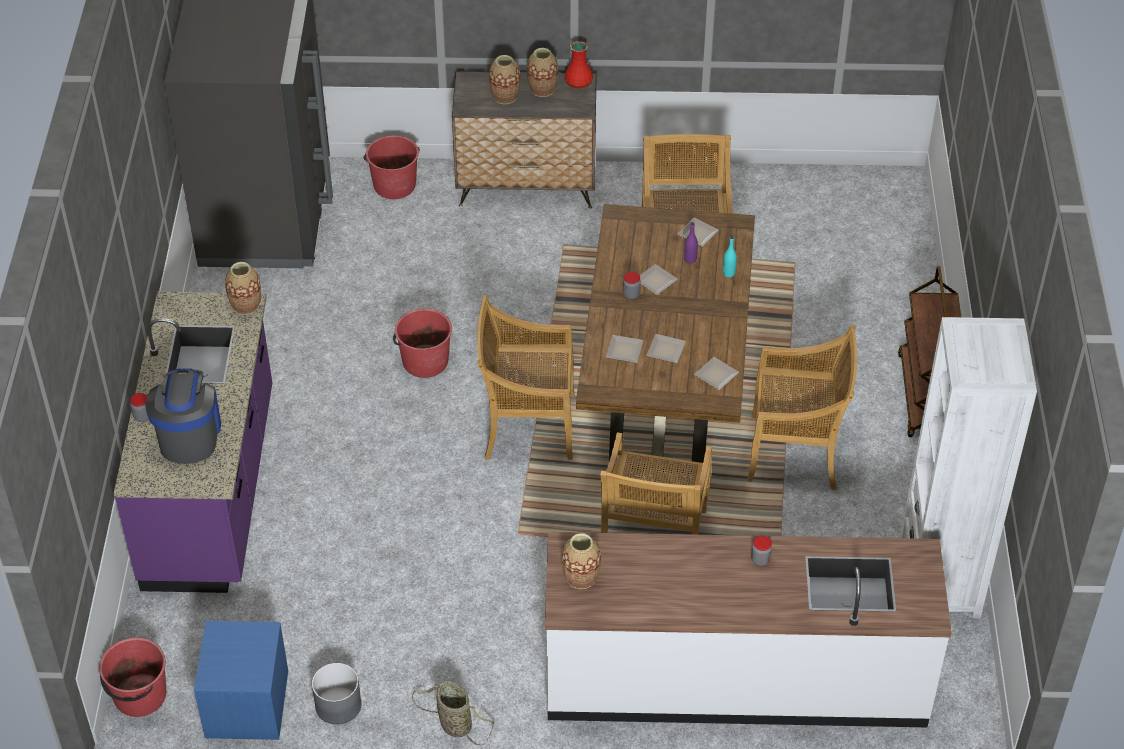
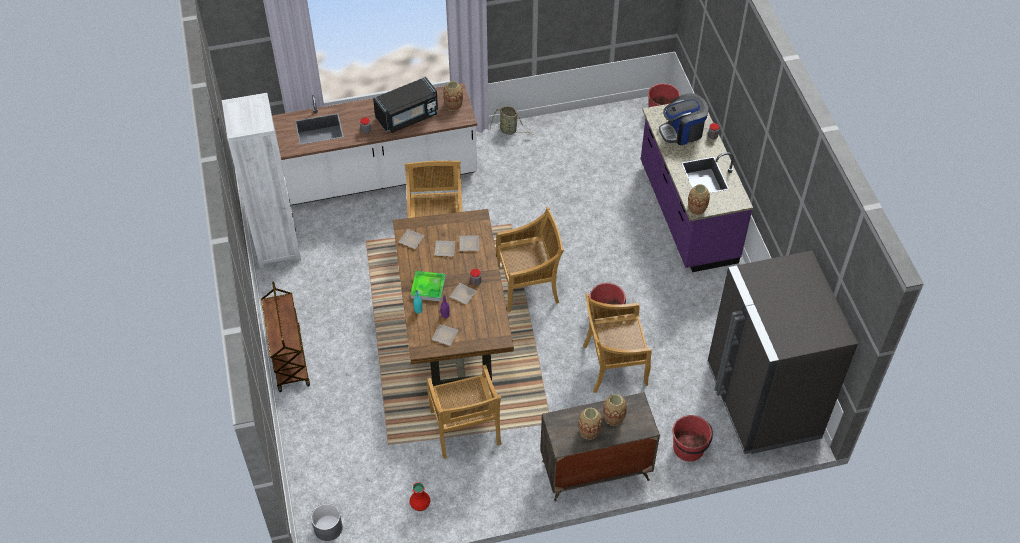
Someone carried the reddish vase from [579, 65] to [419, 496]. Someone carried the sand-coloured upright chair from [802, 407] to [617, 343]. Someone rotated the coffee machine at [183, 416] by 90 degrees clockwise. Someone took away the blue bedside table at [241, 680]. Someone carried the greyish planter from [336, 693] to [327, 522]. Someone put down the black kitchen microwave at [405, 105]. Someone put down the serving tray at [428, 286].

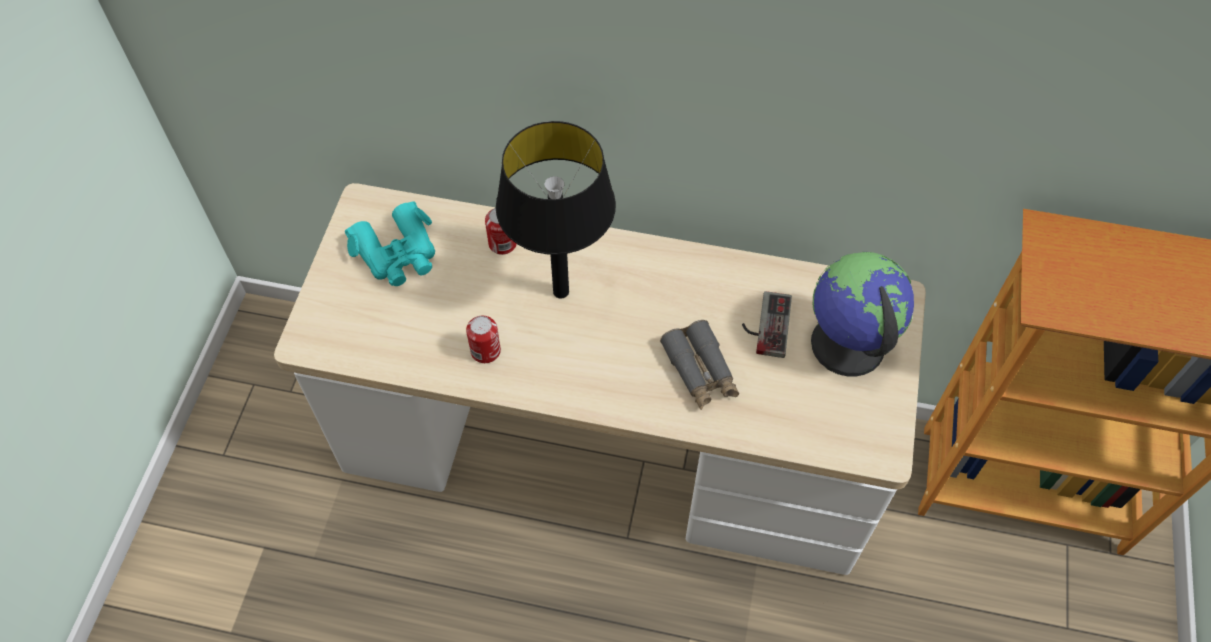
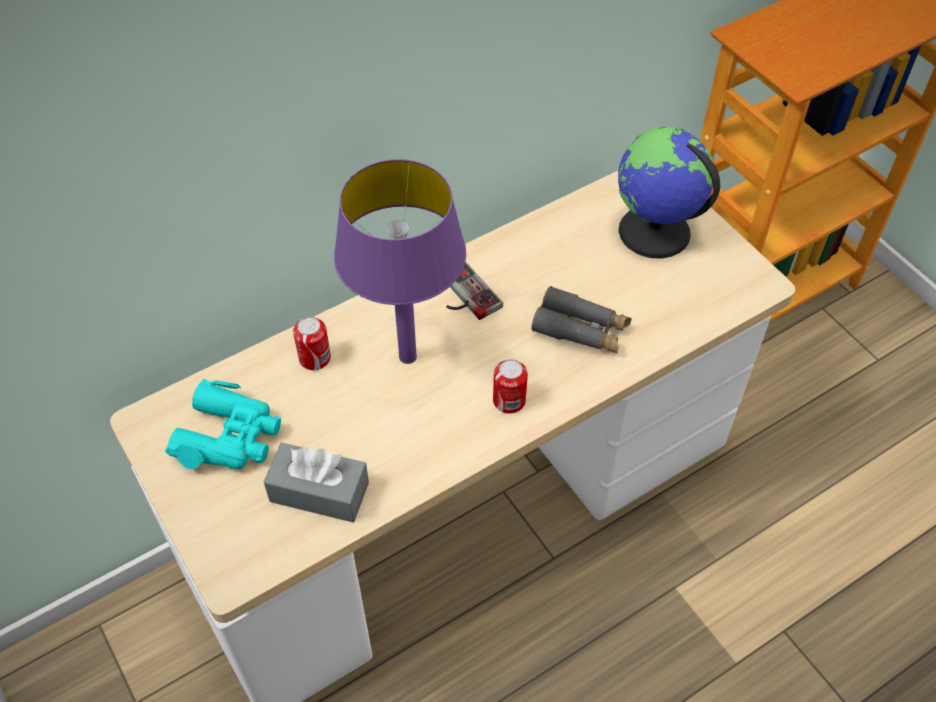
Someone repainted the black tabletop lamp at [556, 209], which became the purple-coloured tabletop lamp at [400, 261]. Someone carried the joypad from [767, 324] to [474, 290]. Someone carried the metal can from [483, 339] to [510, 386]. Someone put down the greyish box of tissues at [316, 482].

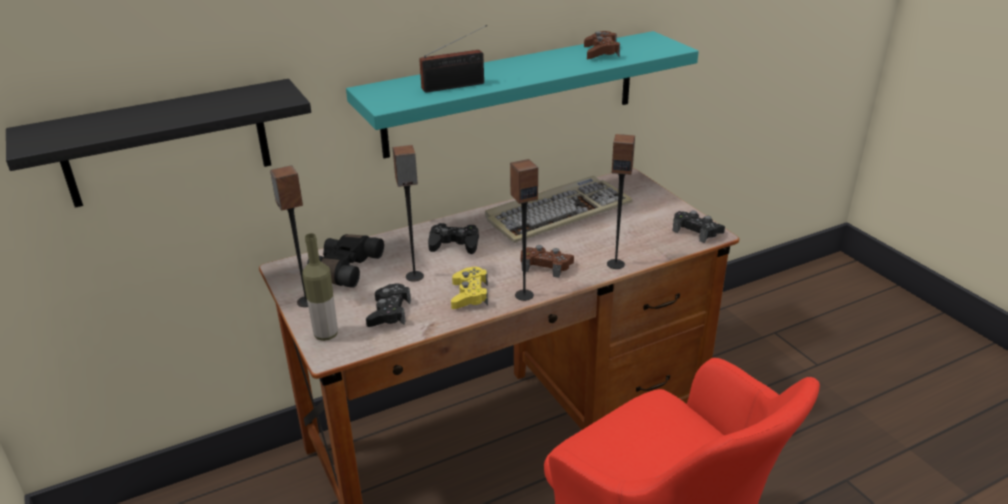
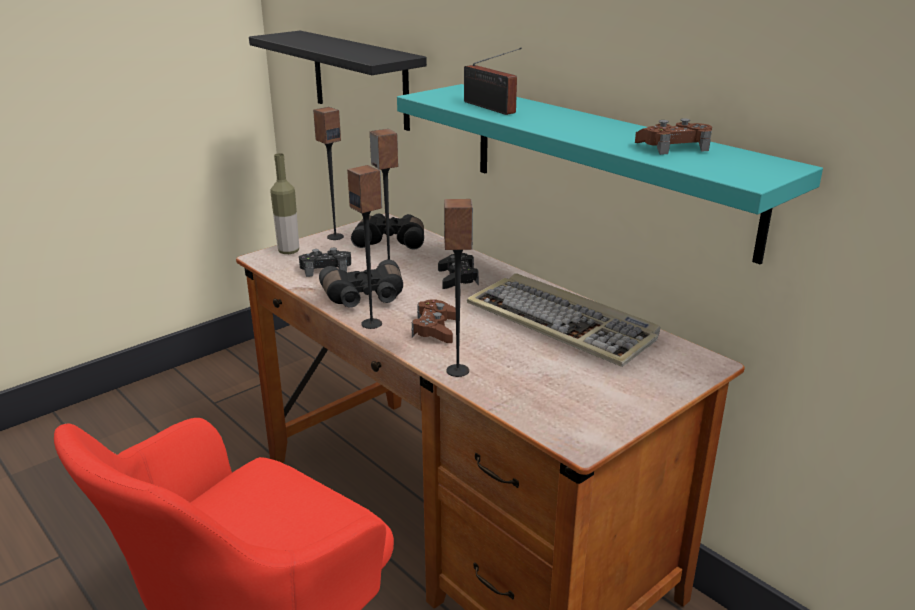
Someone took away the black joypad at [699, 227]. Someone swapped the yellow joypad at [469, 288] for the black binoculars at [361, 284].

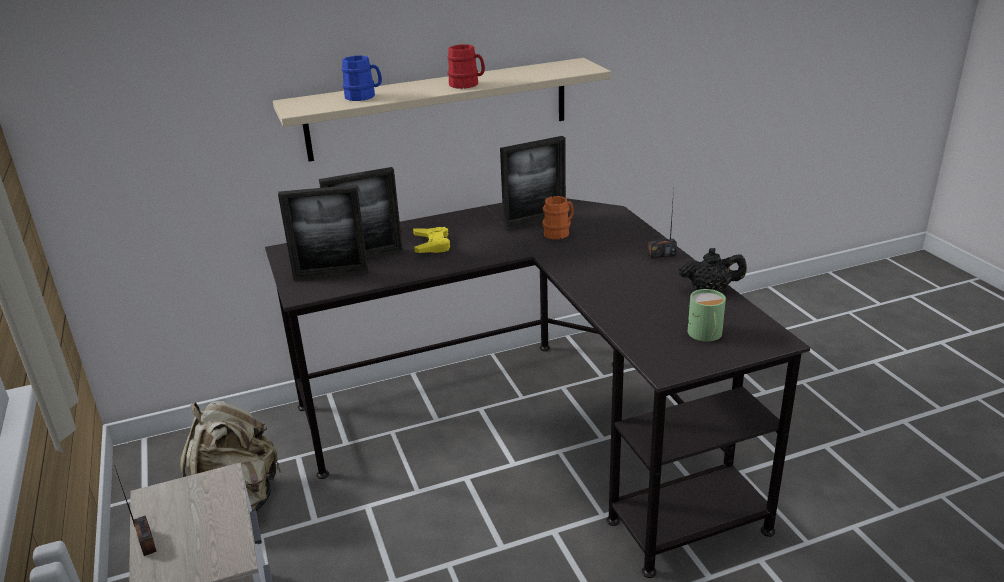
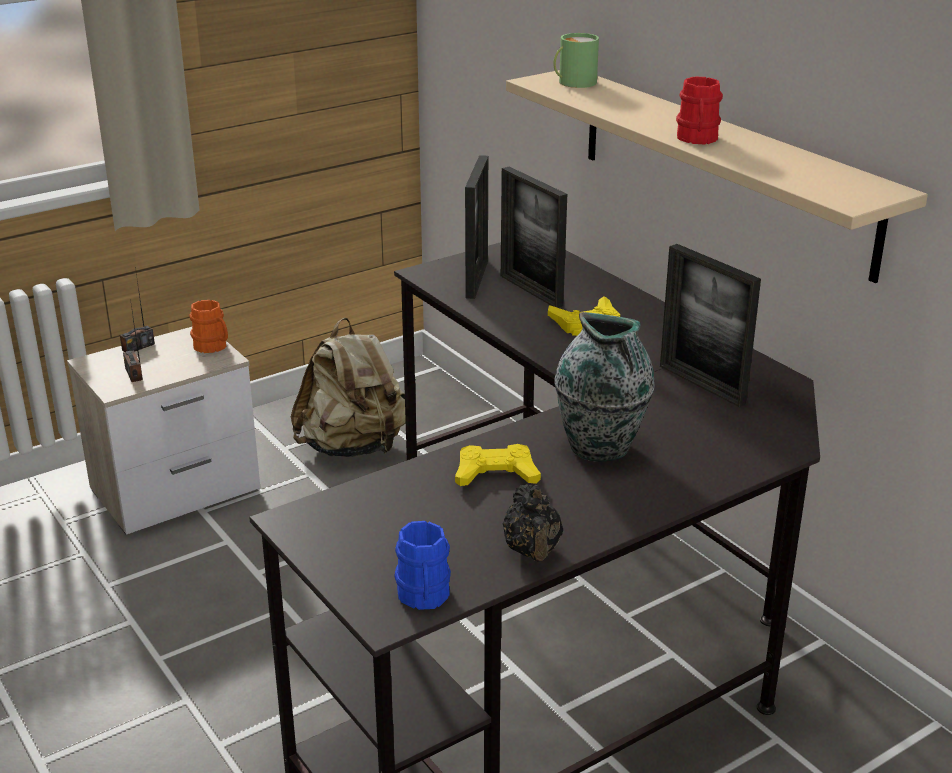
Someone carried the blue tea mug from [362, 78] to [422, 565]. Someone rotated the photo frame at [323, 233] by 150 degrees counterclockwise. Someone carried the radio receiver from [662, 224] to [133, 340]. Someone carried the orange-coloured tea mug from [558, 217] to [208, 326]. Someone carried the greenish tea mug from [707, 315] to [576, 60]. Someone put down the vase at [604, 387]. Someone put down the yellow joypad at [498, 465].

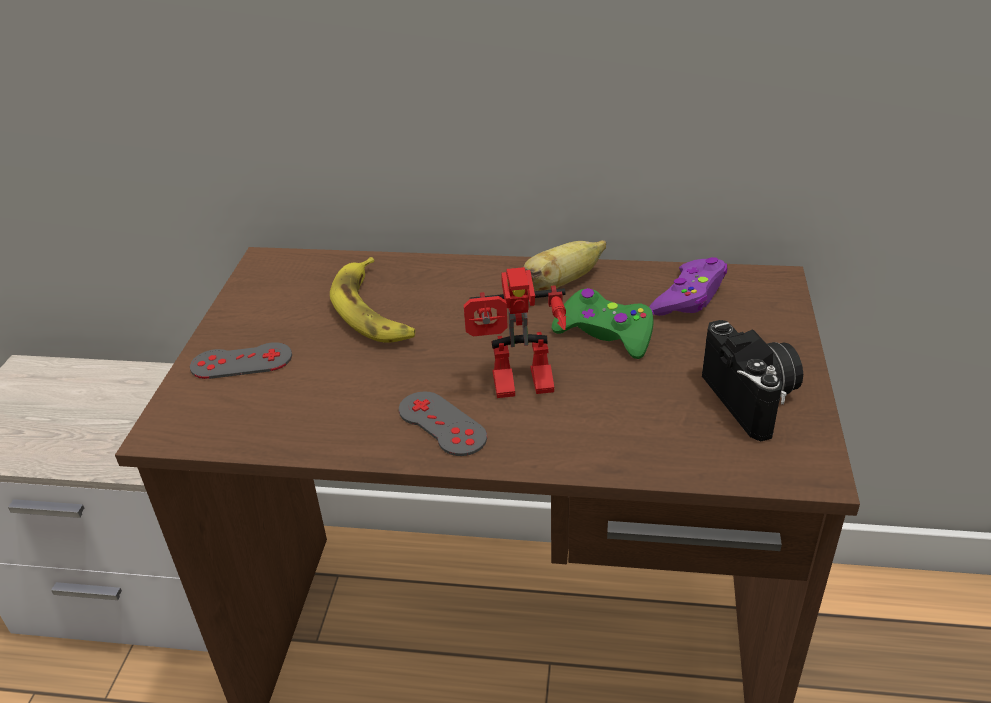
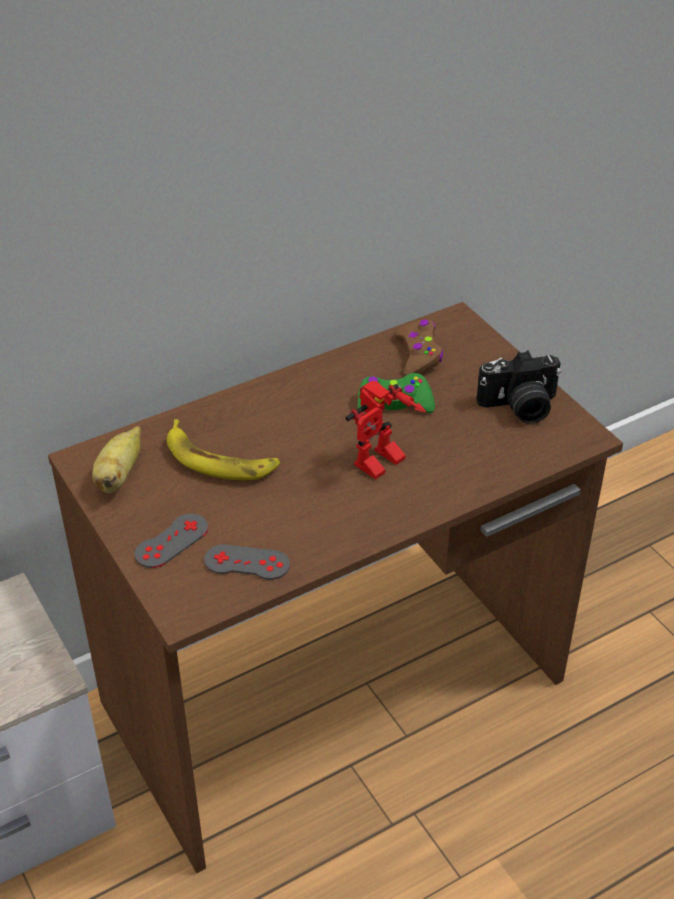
Someone carried the whole banana from [564, 265] to [116, 459]. Someone repainted the purple-coloured joypad at [688, 286], which became the brown-coloured joypad at [418, 347]. Someone rotated the photo camera at [752, 380] by 135 degrees clockwise. Someone carried the greyish joypad from [443, 423] to [247, 562].

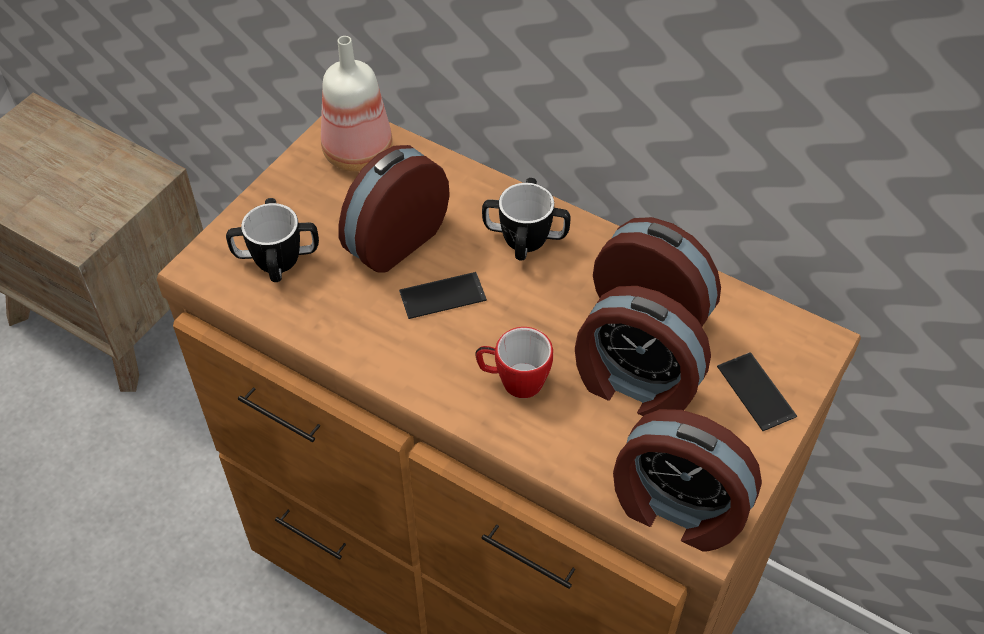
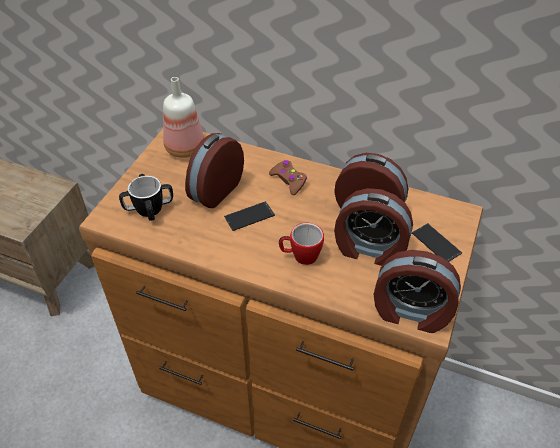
Someone swapped the tea mug at [526, 219] for the brown-coloured joypad at [288, 177].

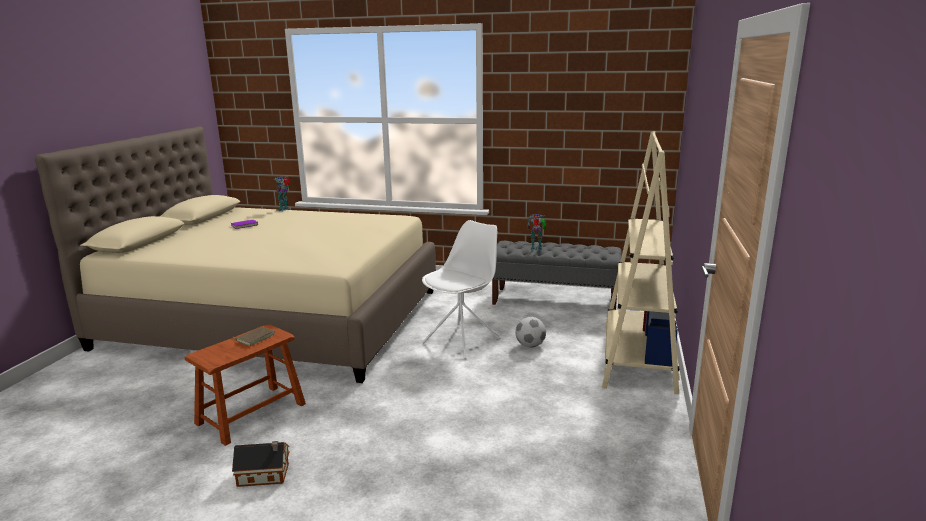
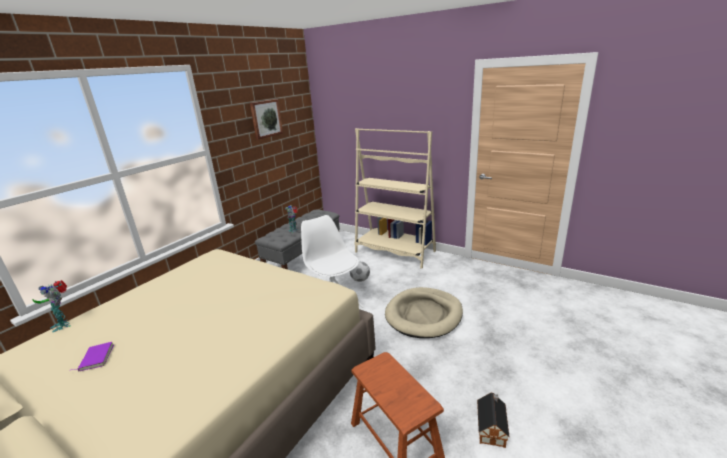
Someone took away the brown-coloured volume at [253, 336]. Someone put up the wall picture at [266, 119]. Someone put down the sand-coloured dog cushion at [424, 312].

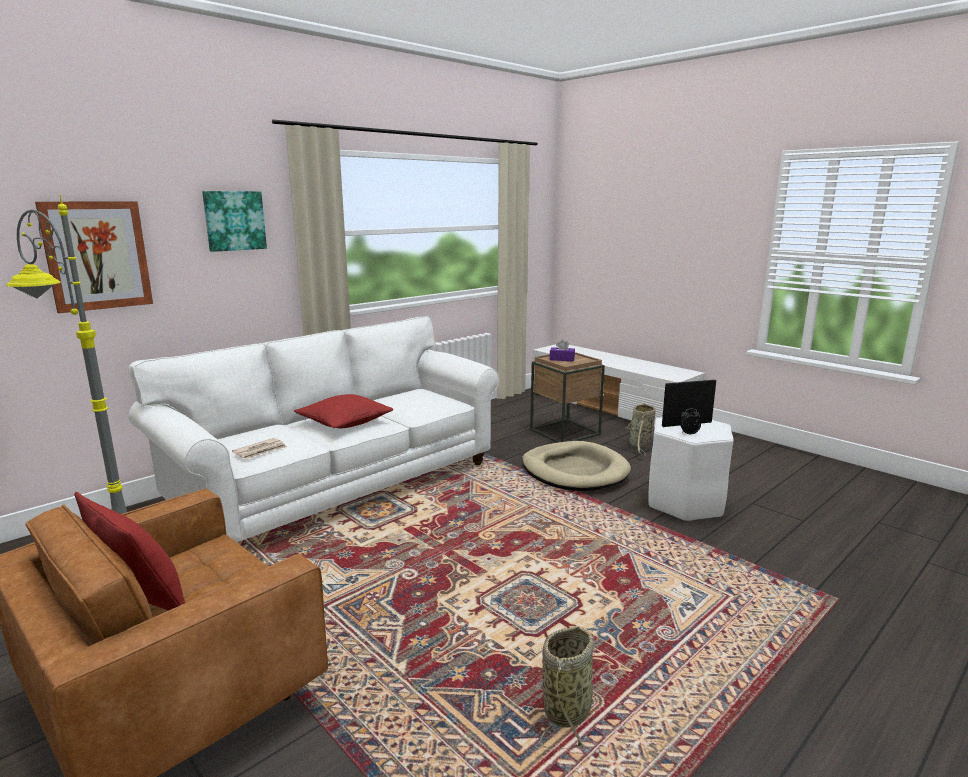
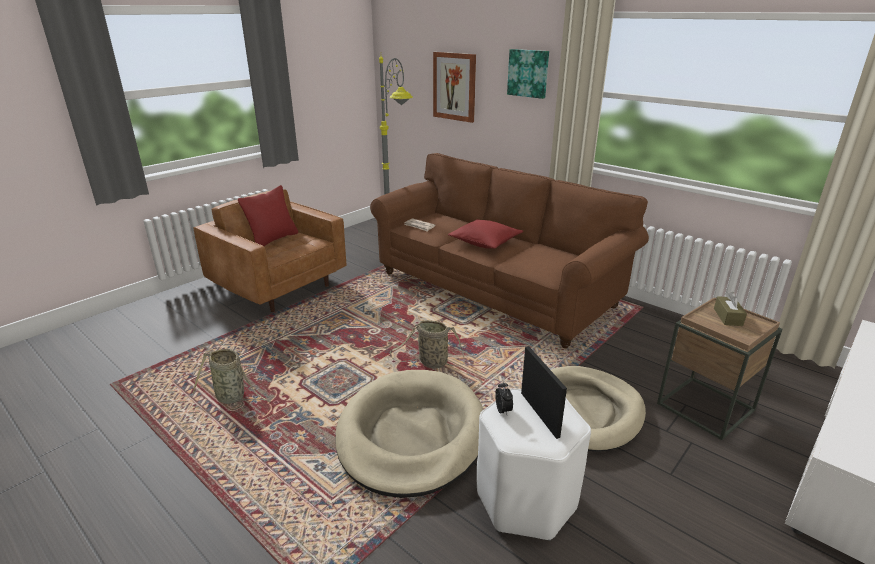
Someone repainted the white-coloured settee at [313, 429], which became the brown-coloured settee at [509, 250]. Someone repainted the purple-coloured box of tissues at [562, 351], which became the brown-coloured box of tissues at [730, 309]. Someone carried the household basket from [641, 429] to [427, 344]. Someone put down the sand-coloured dog cushion at [410, 434].

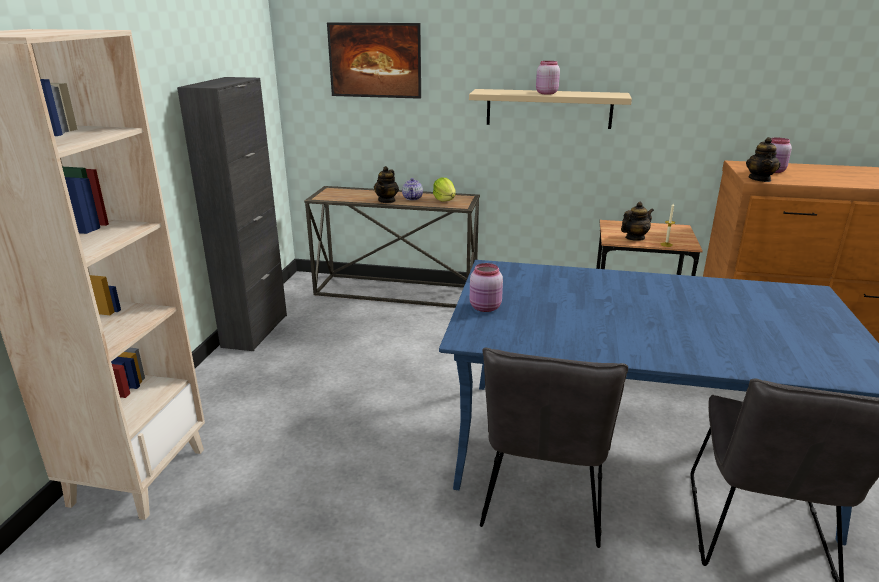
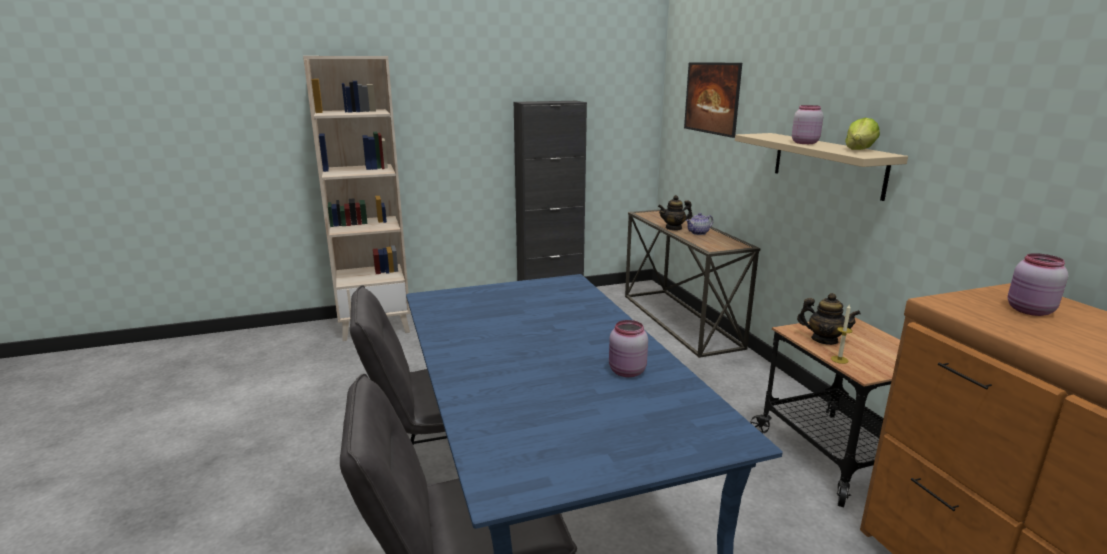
Someone took away the tea pot at [763, 159]. Someone carried the head of lettuce from [444, 190] to [862, 134]. Someone carried the pink-coloured preserve jar from [486, 287] to [628, 348].

